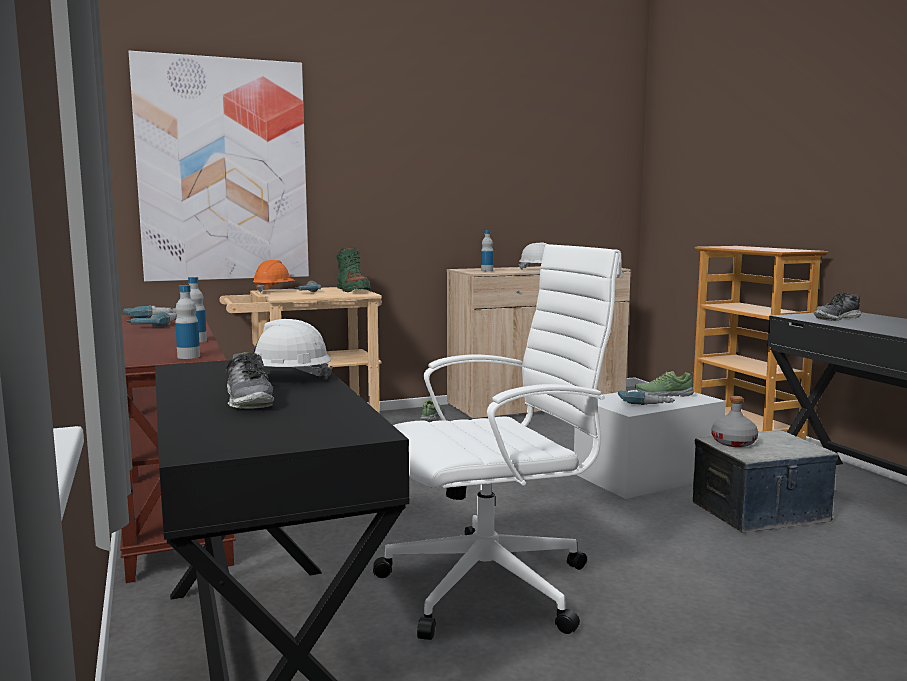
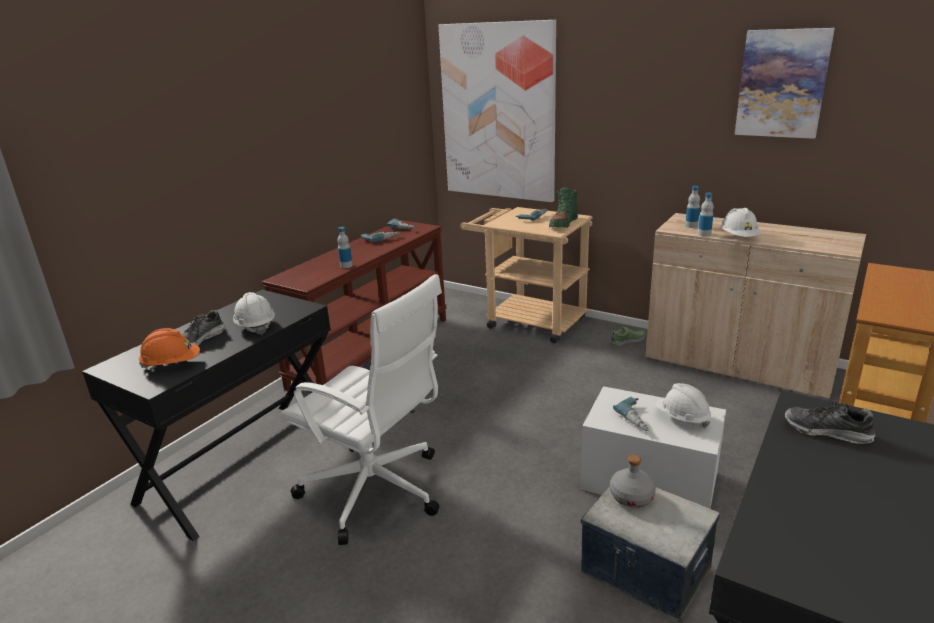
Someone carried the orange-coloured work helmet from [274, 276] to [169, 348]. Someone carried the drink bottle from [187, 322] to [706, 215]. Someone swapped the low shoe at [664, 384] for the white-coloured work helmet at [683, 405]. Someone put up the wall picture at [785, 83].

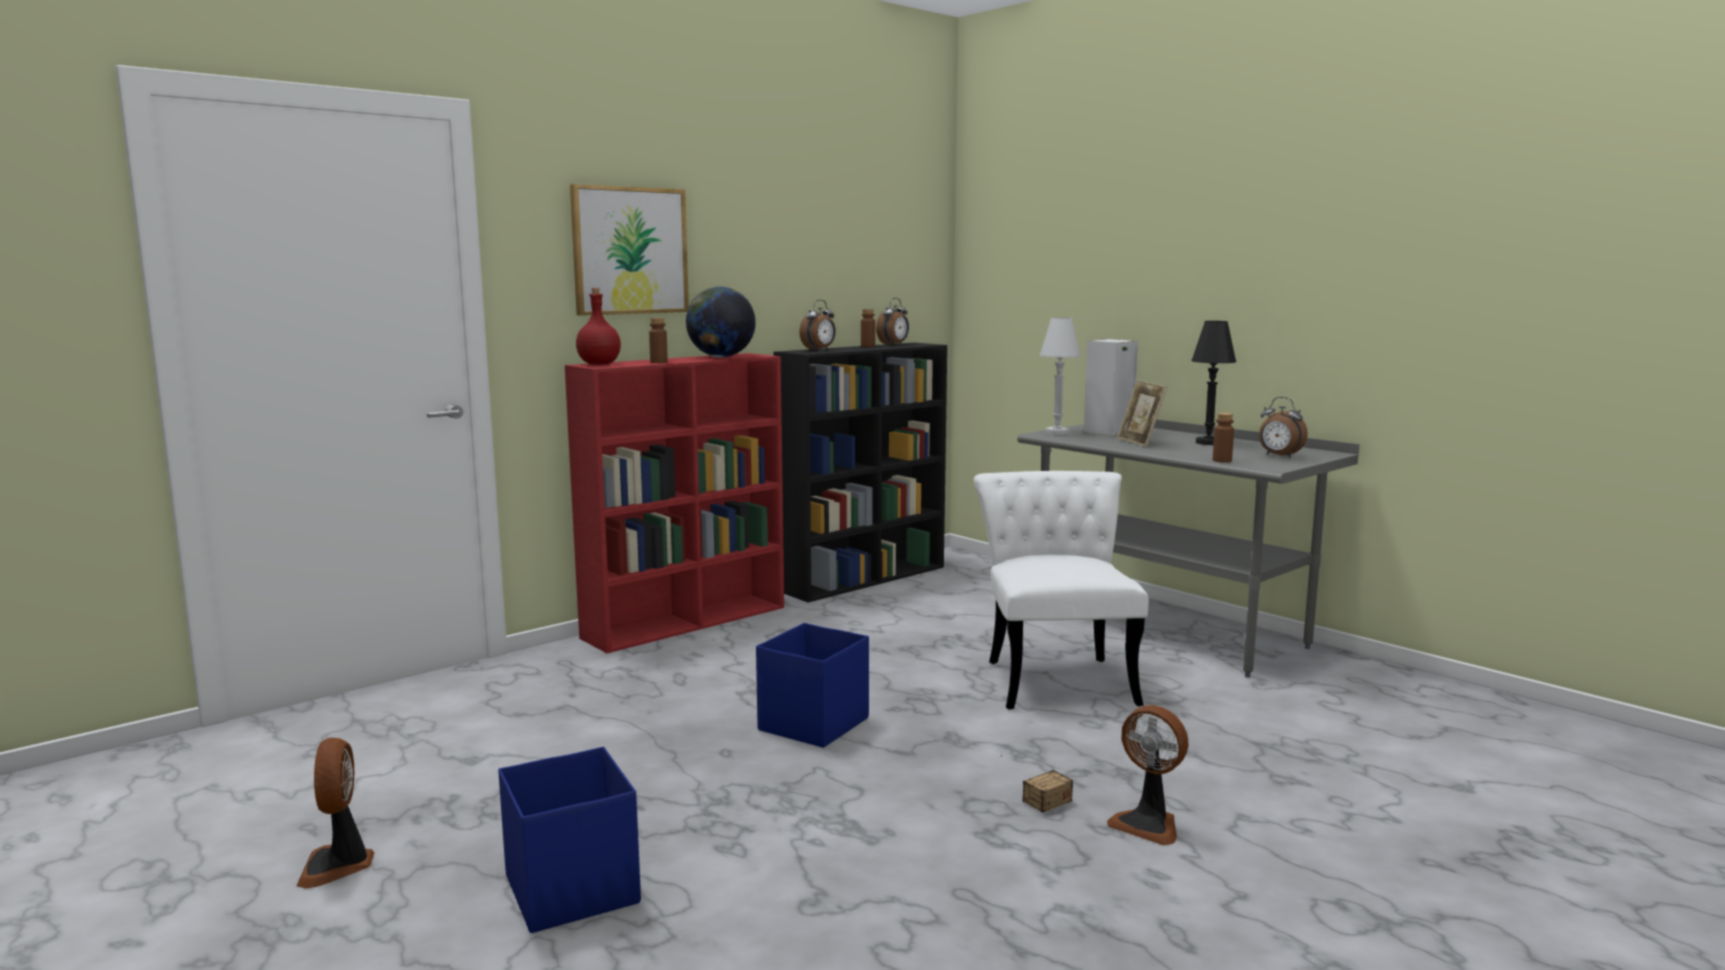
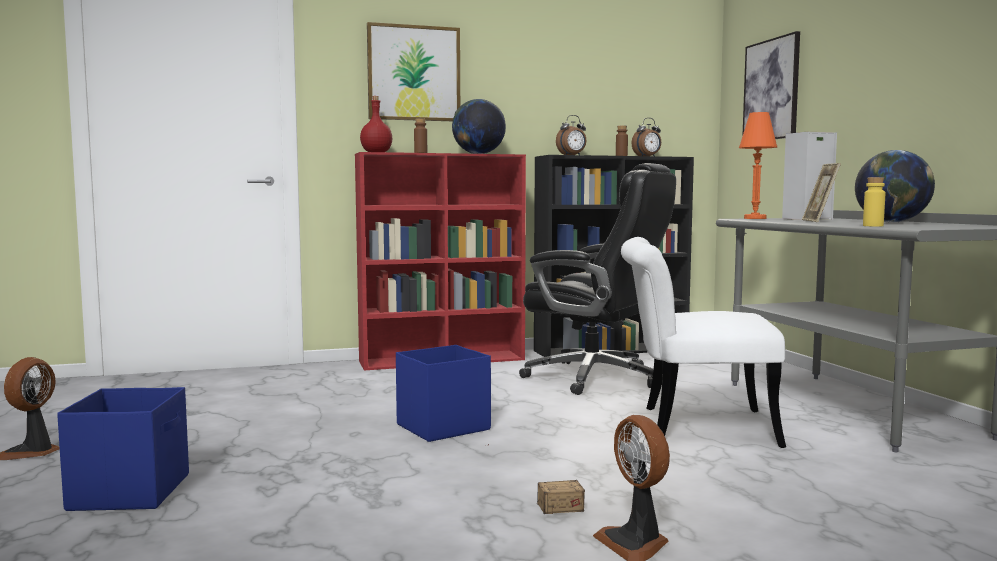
Someone repainted the white-coloured tabletop lamp at [1060, 376], which became the orange-coloured tabletop lamp at [758, 165]. Someone swapped the black tabletop lamp at [1213, 383] for the desk globe at [895, 186]. Someone took away the table clock at [1283, 427]. Someone repainted the brown-coloured drink bottle at [1223, 438], which became the yellow drink bottle at [874, 202]. Someone rotated the white-coloured upright chair at [1061, 590] by 105 degrees counterclockwise. Someone put up the wall picture at [771, 85]. Someone put down the black desk chair at [597, 279].

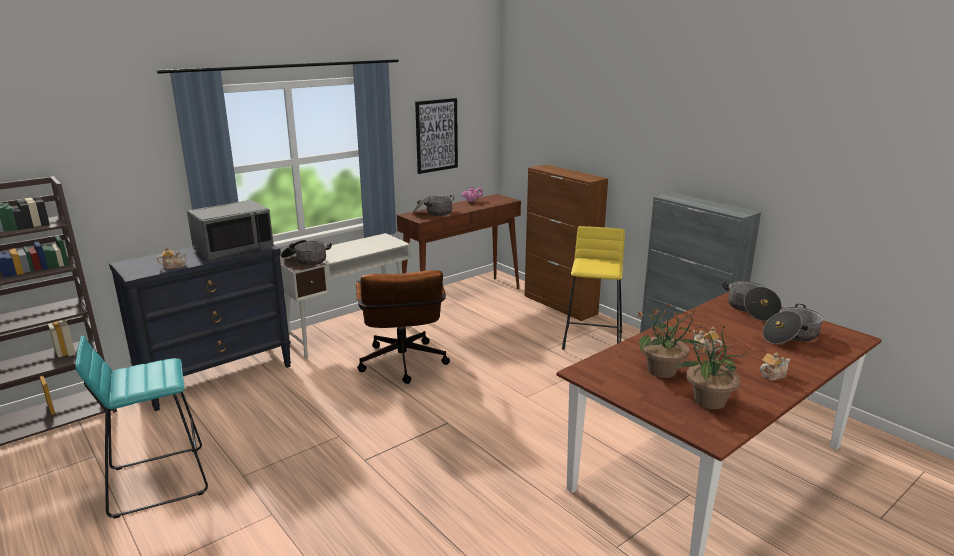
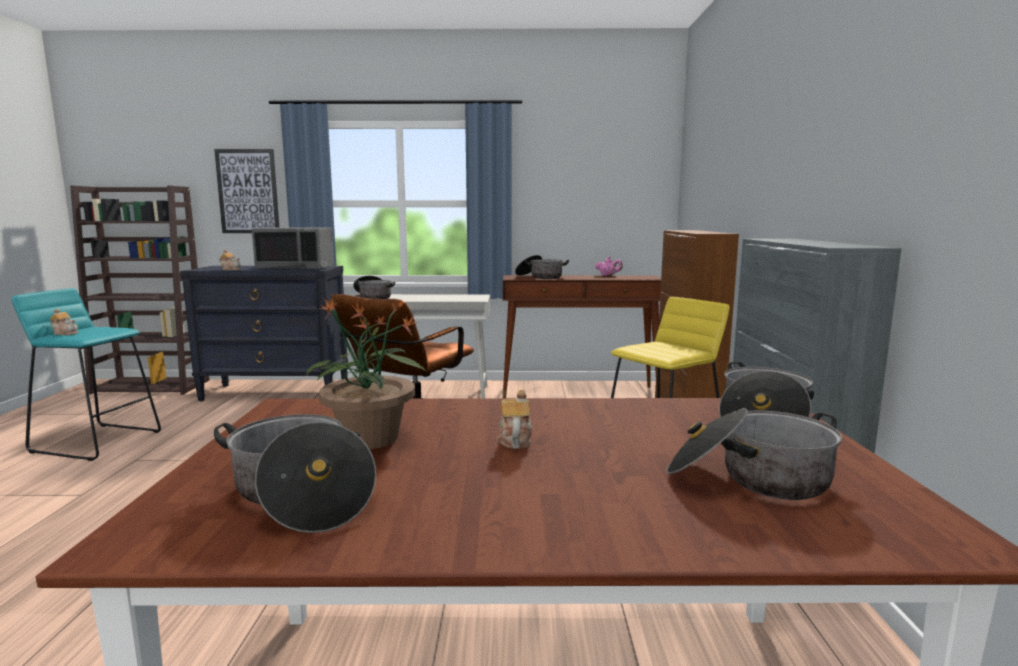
Someone carried the wall picture from [436, 136] to [246, 191]. Someone swapped the plant in a pot at [714, 365] for the stockpot at [295, 473]. Someone carried the tea pot from [775, 366] to [64, 322].

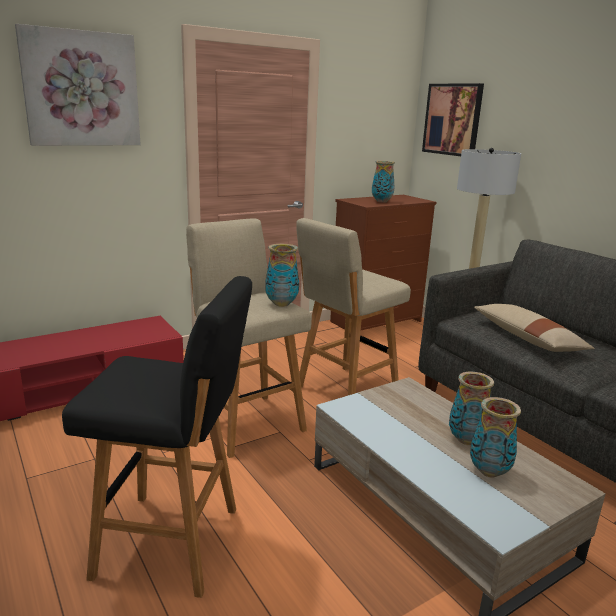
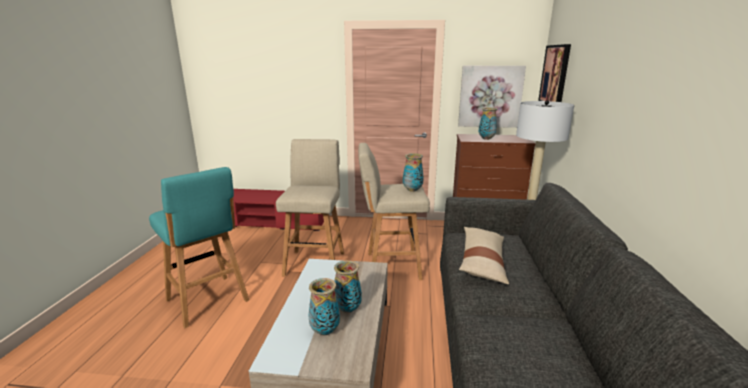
Someone carried the wall picture from [78, 85] to [492, 97]. Someone carried the vase from [282, 275] to [413, 172]. Someone repainted the black stool seat at [157, 437], which became the turquoise-coloured stool seat at [199, 247].

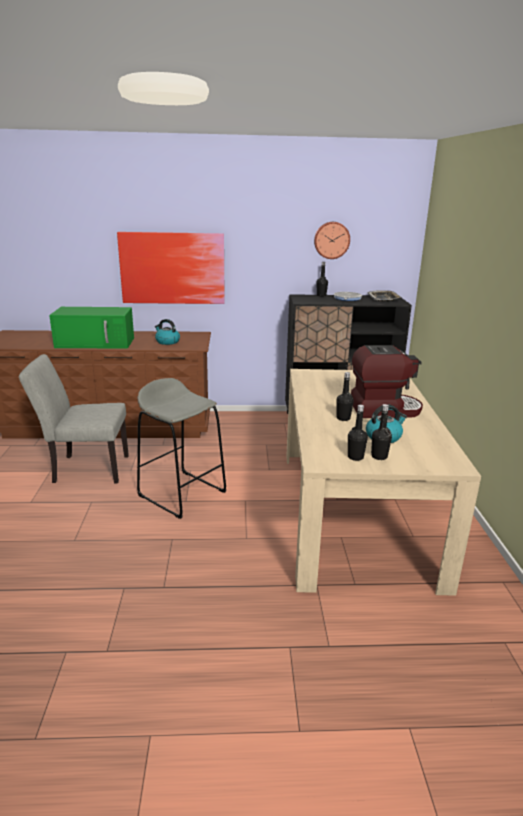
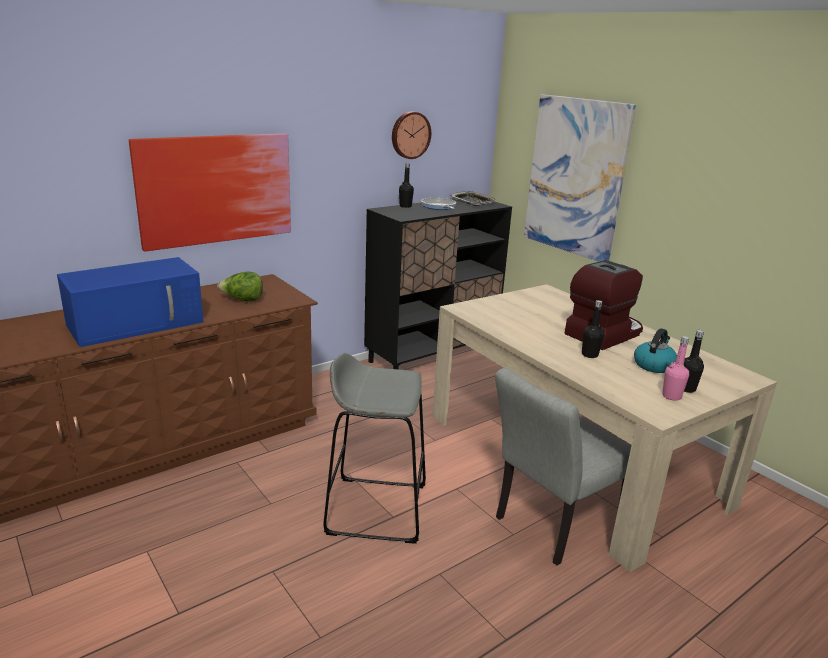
Someone repainted the greenish kitchen microwave at [91, 328], which became the blue kitchen microwave at [130, 302]. Someone swapped the kettle at [167, 332] for the head of lettuce at [240, 286]. Someone carried the greyish upright chair from [74, 418] to [563, 467]. Someone repainted the black drink bottle at [358, 433], which became the pink-coloured drink bottle at [675, 368]. Someone put up the wall picture at [580, 178].

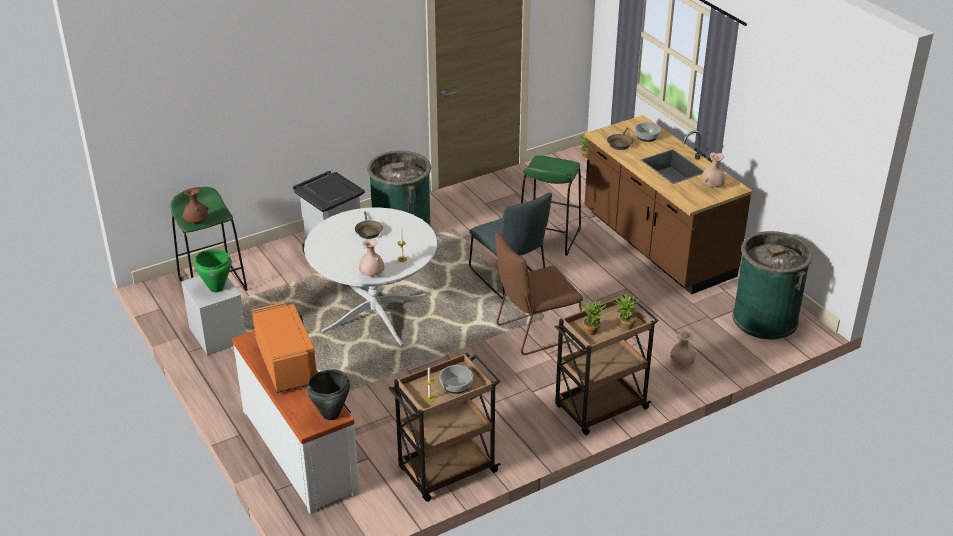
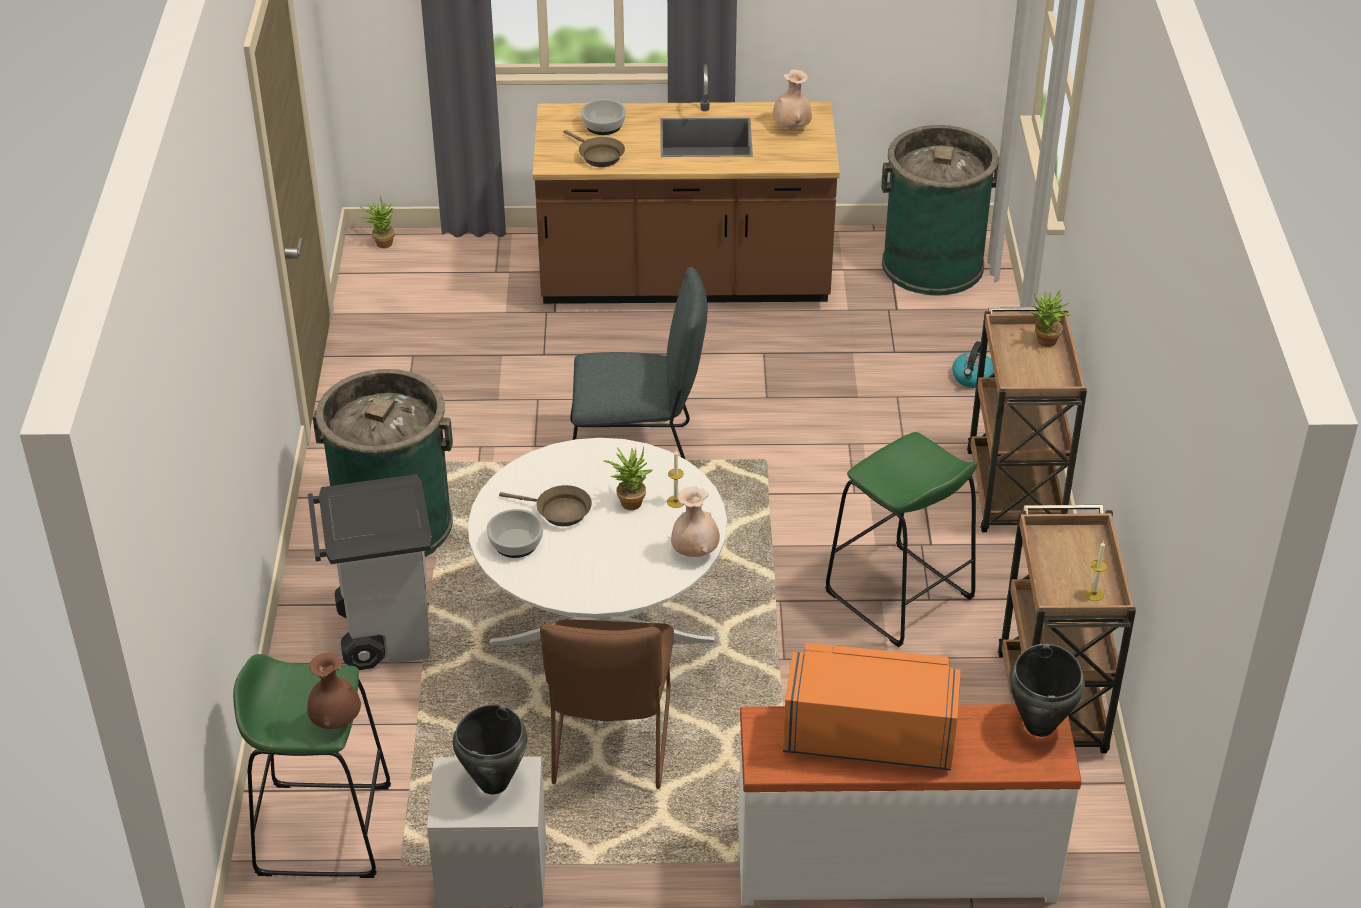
Someone carried the greenish stool seat from [551, 205] to [901, 539]. Someone carried the brown-coloured upright chair from [539, 293] to [607, 704]. Someone repainted the greenish stockpot at [213, 271], which became the black stockpot at [490, 749]. Someone carried the plant in a pot from [594, 317] to [628, 478]. Someone swapped the sand-coloured vase at [683, 348] for the kettle at [973, 364]. Someone carried the bowl from [456, 379] to [514, 533].

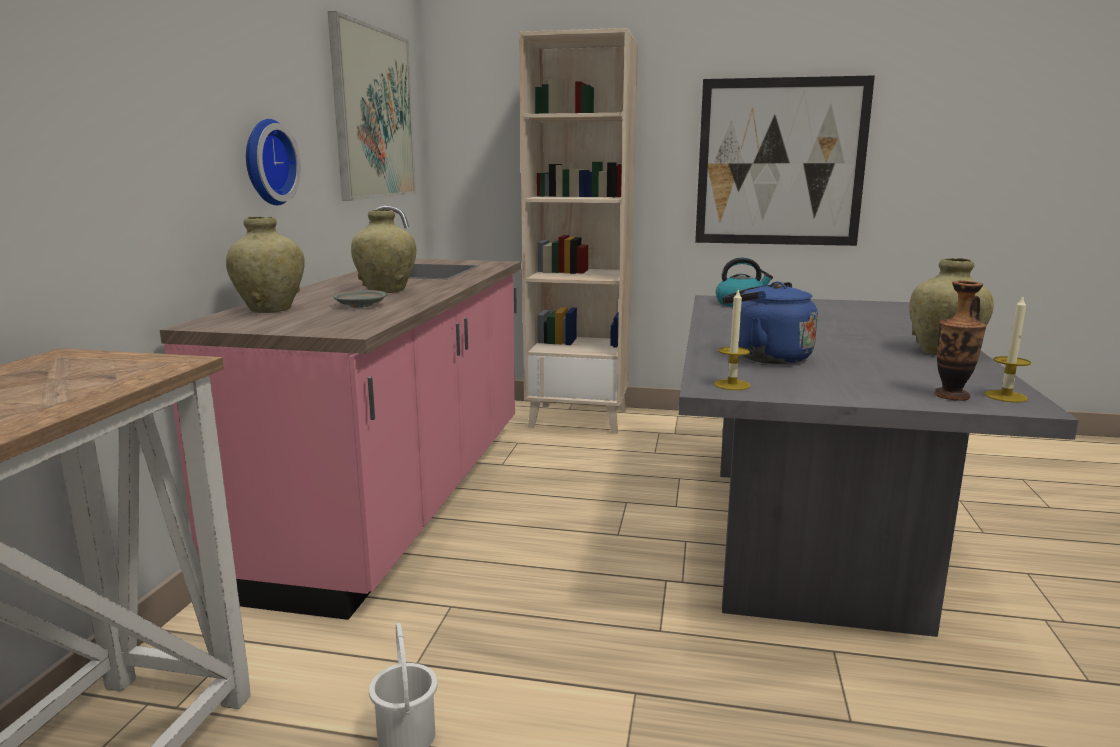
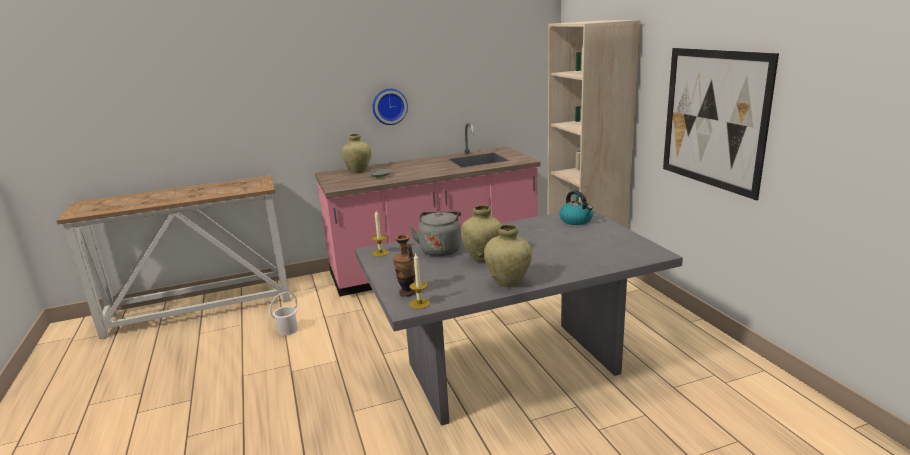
Someone took away the wall picture at [372, 106]. Someone carried the sand-coloured vase from [383, 251] to [481, 233]. Someone repainted the blue kettle at [770, 322], which became the greyish kettle at [435, 233].

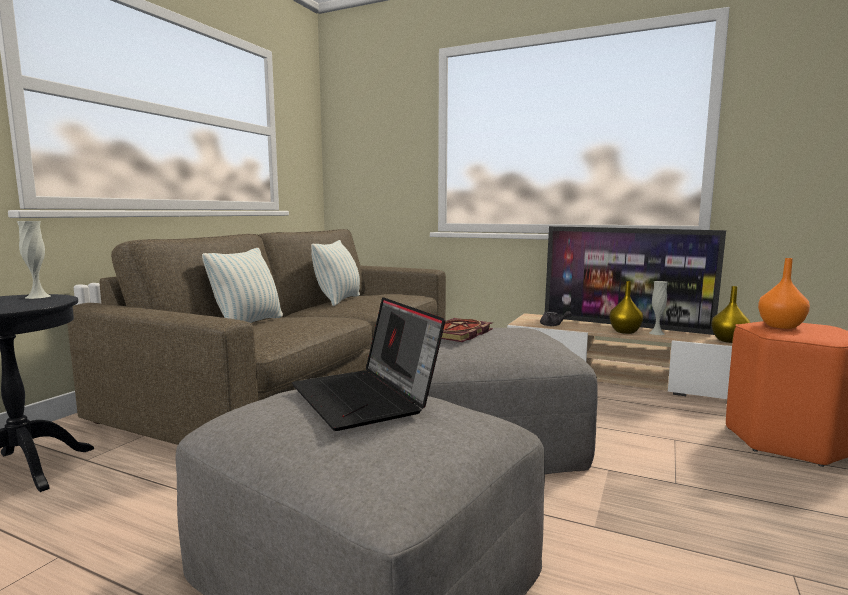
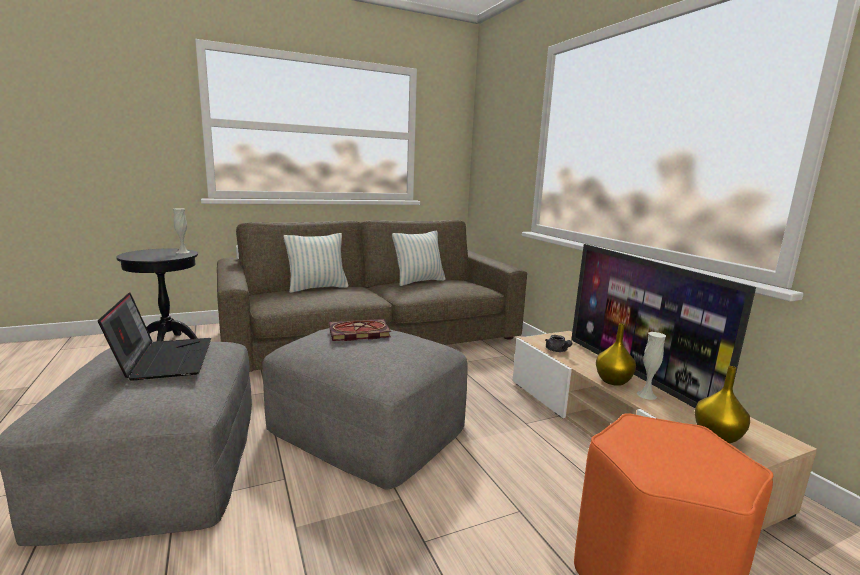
Someone took away the orange-coloured vase at [784, 293]. Someone rotated the portable computer at [368, 364] by 150 degrees clockwise.

